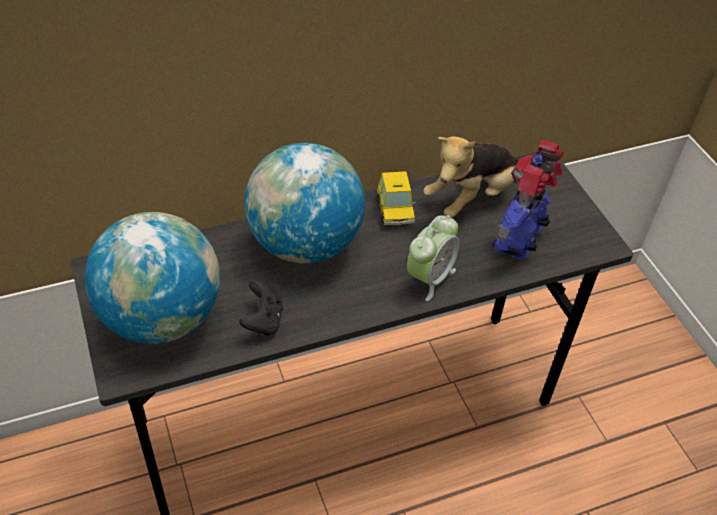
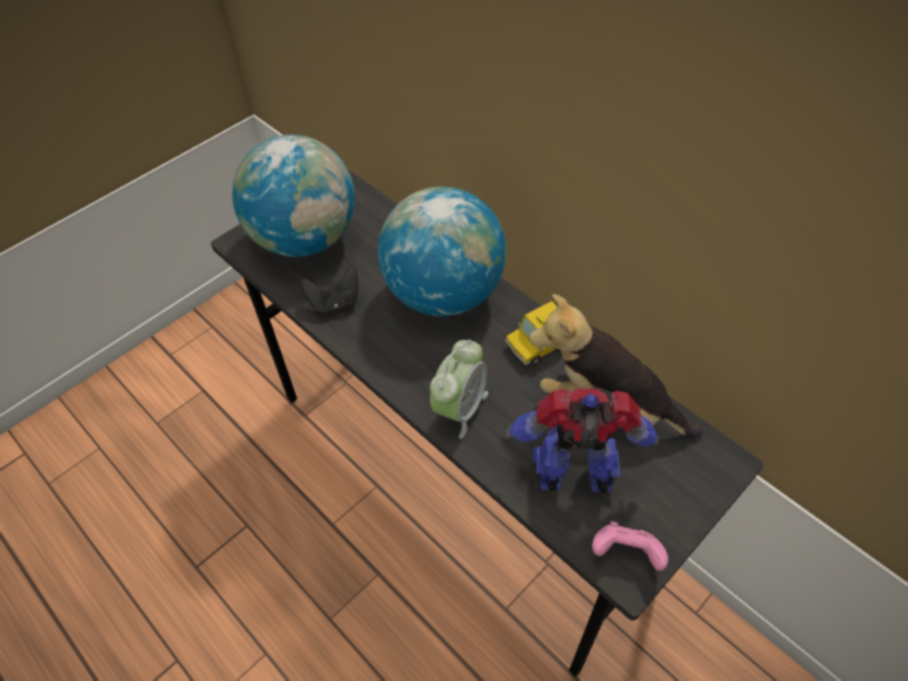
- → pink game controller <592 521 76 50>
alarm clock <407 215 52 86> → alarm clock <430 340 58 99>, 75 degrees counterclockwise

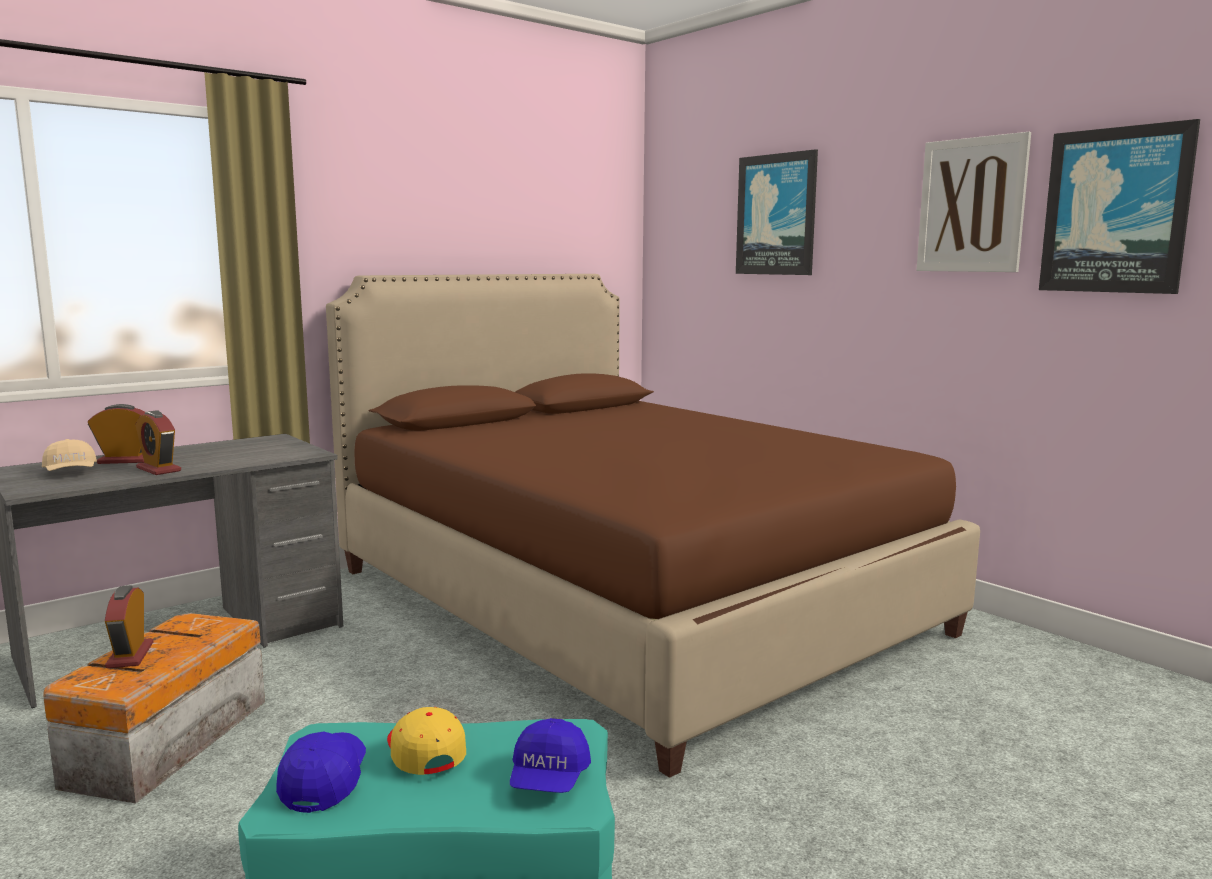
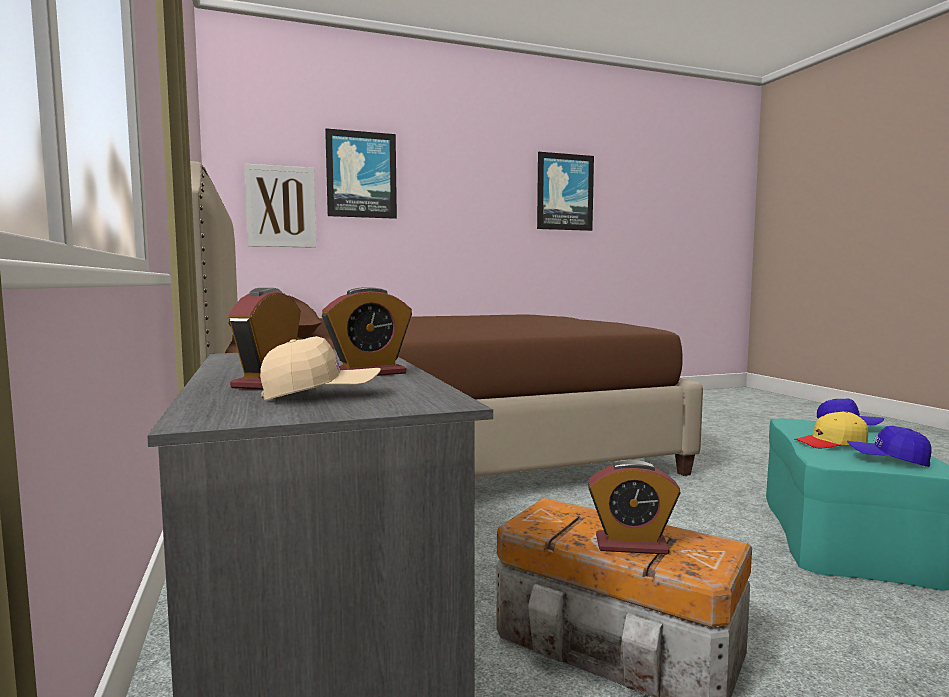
picture <917 132 114 140> → picture <244 164 72 84>, shifted

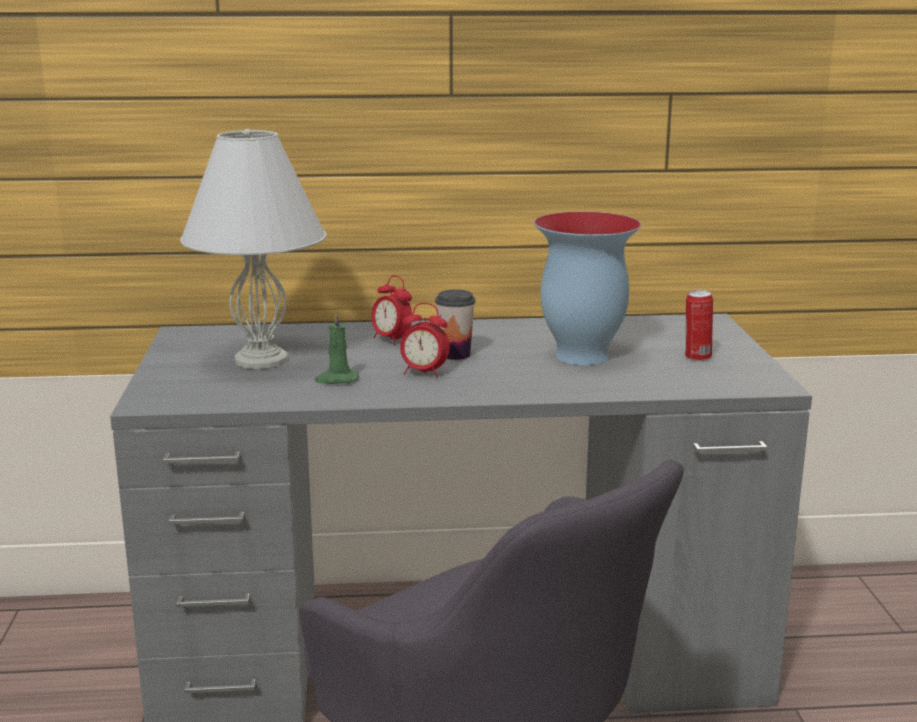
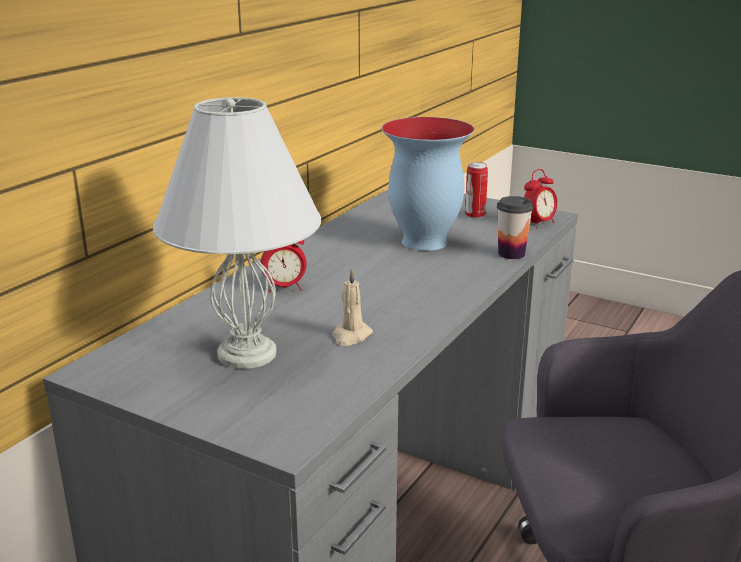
alarm clock <400 303 50 75> → alarm clock <524 169 33 59>, shifted
cup <435 290 41 70> → cup <497 196 36 63>, shifted
green candle <315 311 44 73> → beige candle <333 268 40 78>

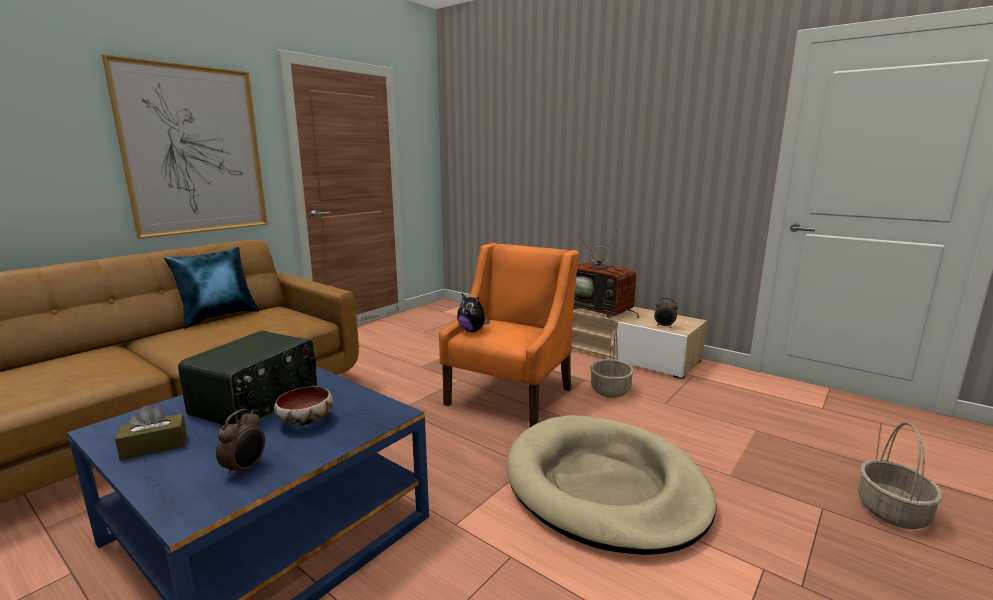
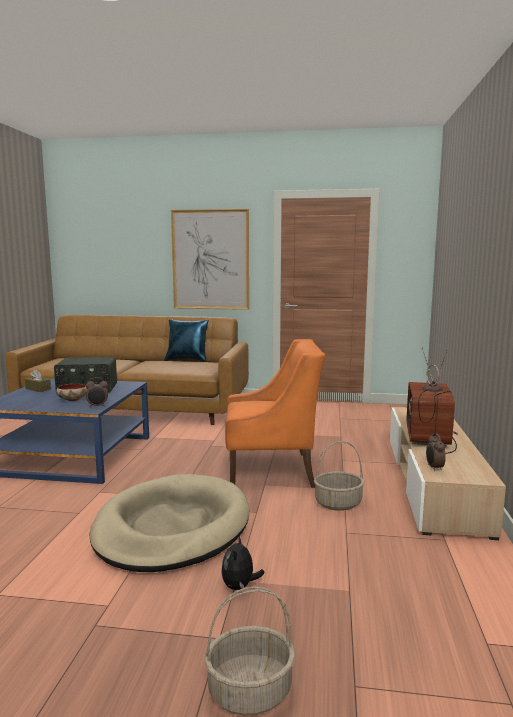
alarm clock <216 409 49 69> → alarm clock <86 377 22 30>, shifted
plush toy <457 293 33 39> → plush toy <221 536 44 55>, shifted

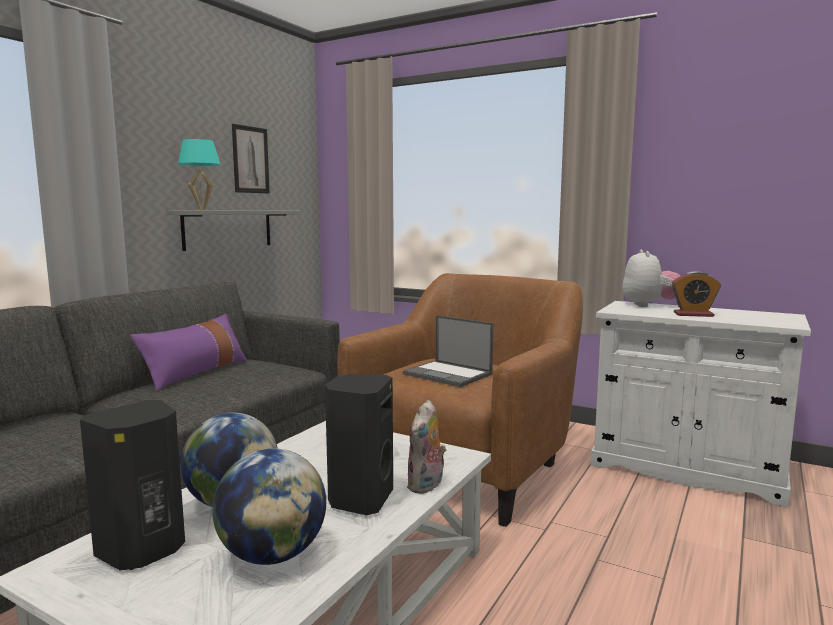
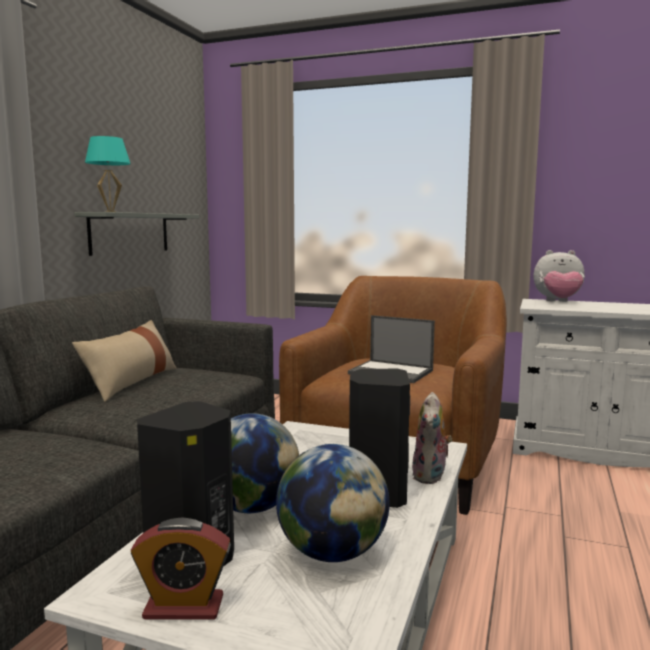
picture <232 124 38 69> → -
alarm clock <671 271 50 46> → alarm clock <131 518 100 102>, shifted
purple pillow <130 314 118 77> → beige pillow <72 320 105 82>
plush toy <622 250 59 57> → plush toy <534 250 51 52>, 105 degrees clockwise

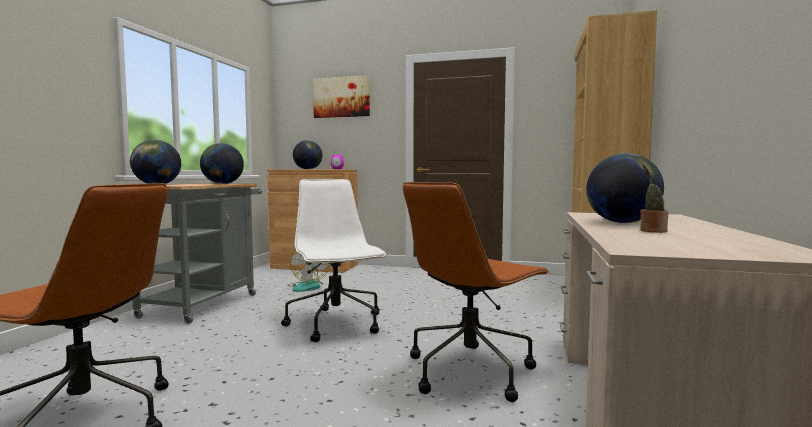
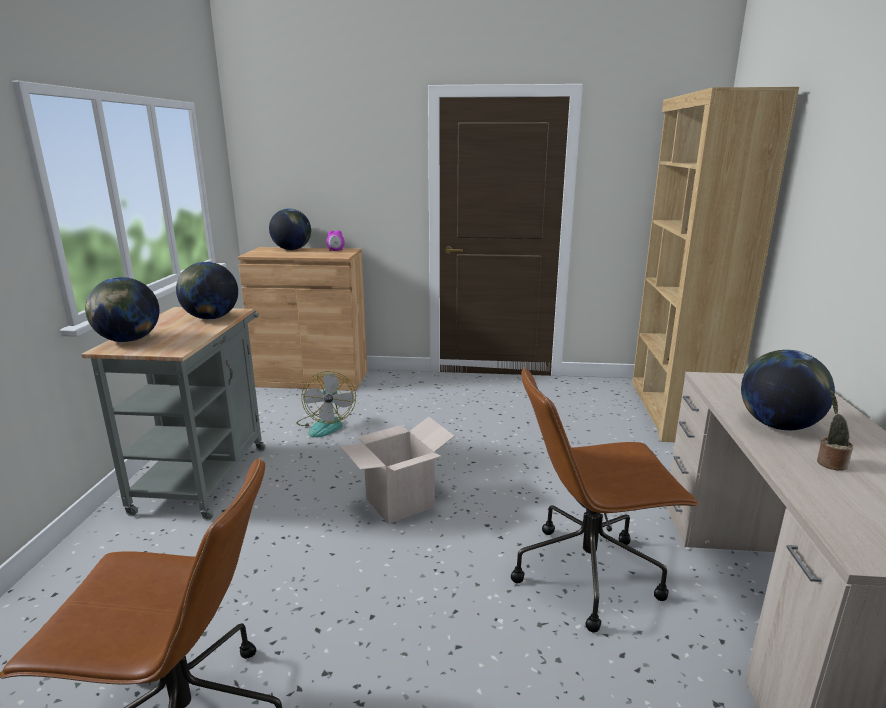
picture <313 75 57 43> → -
white office chair <281 179 106 163> → cardboard box <339 417 115 107>
brown office chair <403 182 146 220> → brown office chair <511 367 189 265>, 45 degrees clockwise

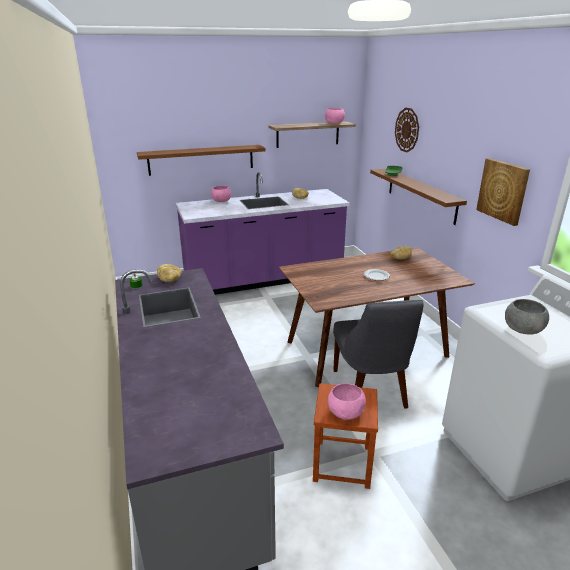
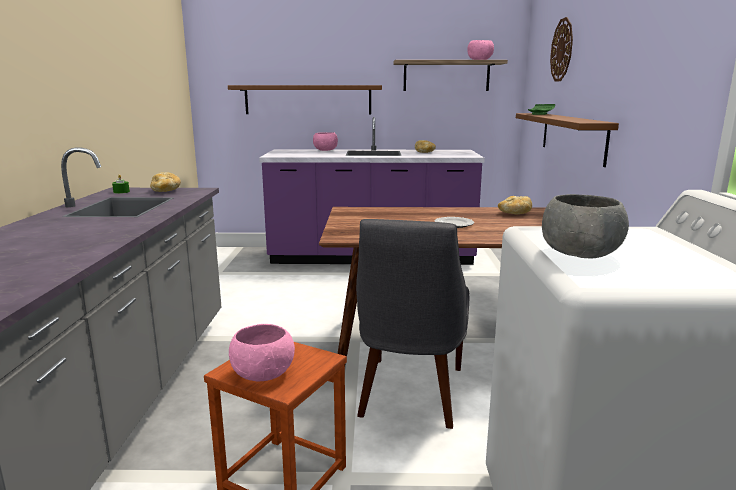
picture <476 158 54 68> → -

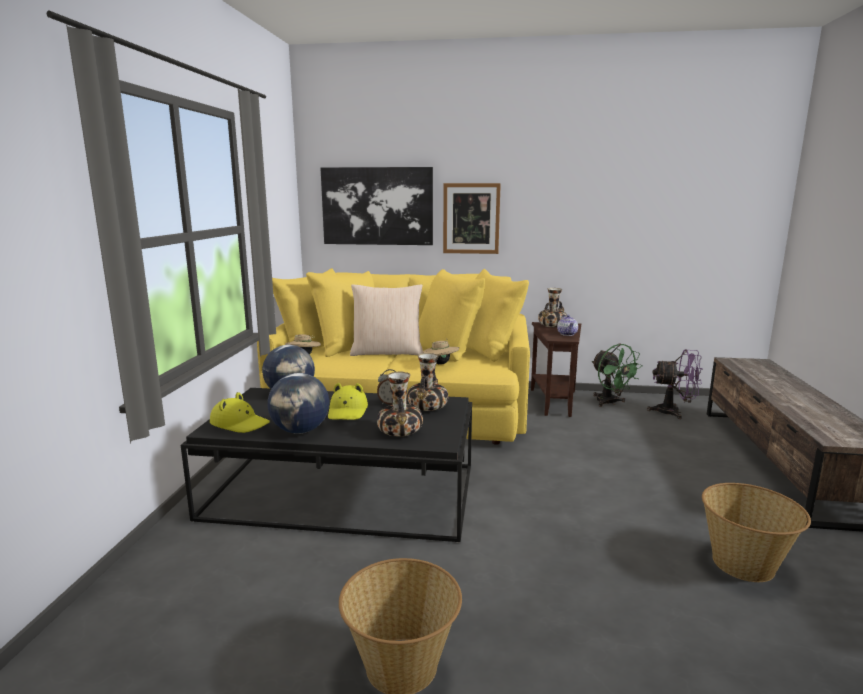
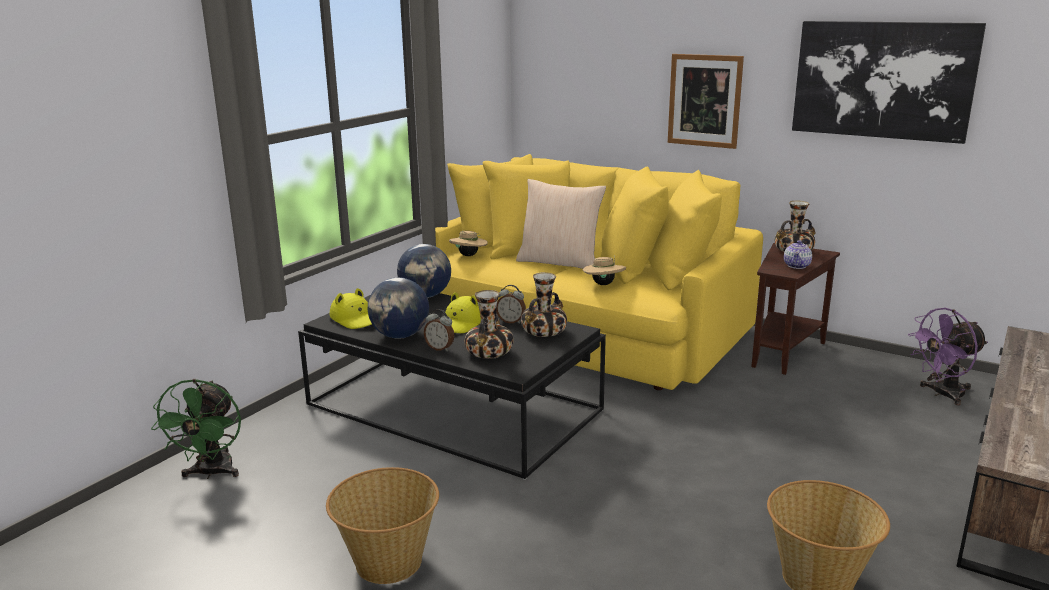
- → alarm clock <424 309 30 42>
picture <321 167 112 78> → picture <792 21 194 123>, shifted
green fan <592 344 51 63> → green fan <151 379 90 100>, shifted
purple fan <647 349 56 70> → purple fan <908 308 80 98>, 120 degrees clockwise

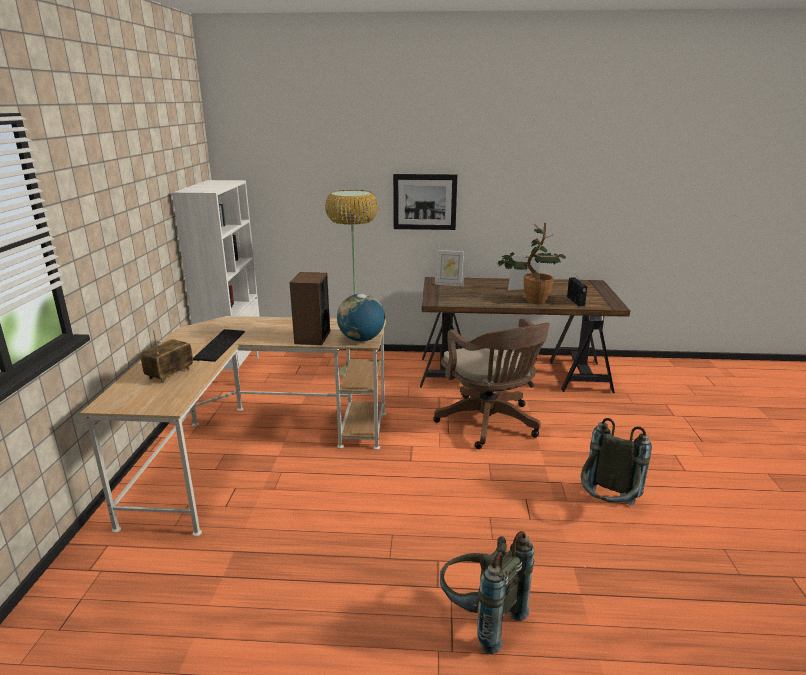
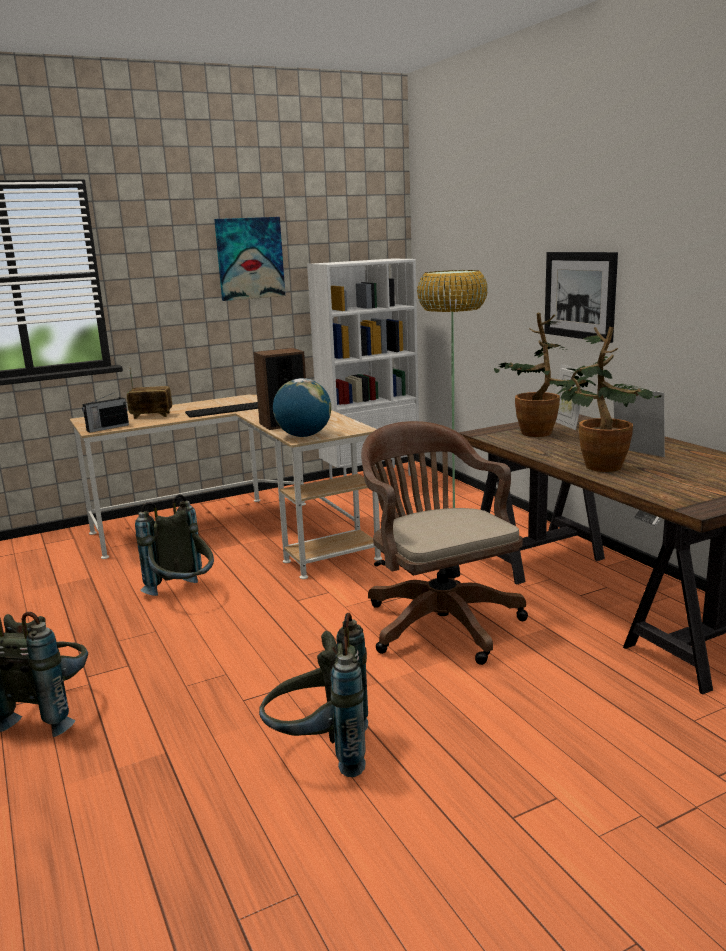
- → grey backpack <135 494 79 102>
- → picture <214 217 71 84>
- → potted plant <494 313 102 124>
radio <567 275 21 31> → radio <82 392 47 41>, shifted
brown office chair <433 318 117 131> → brown office chair <361 421 167 244>, 120 degrees clockwise

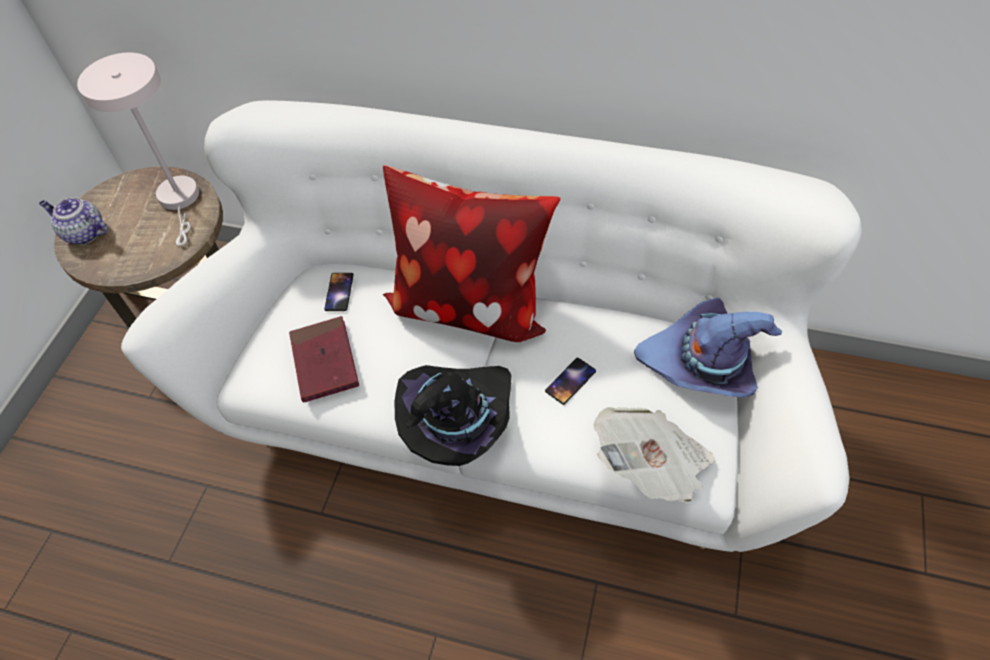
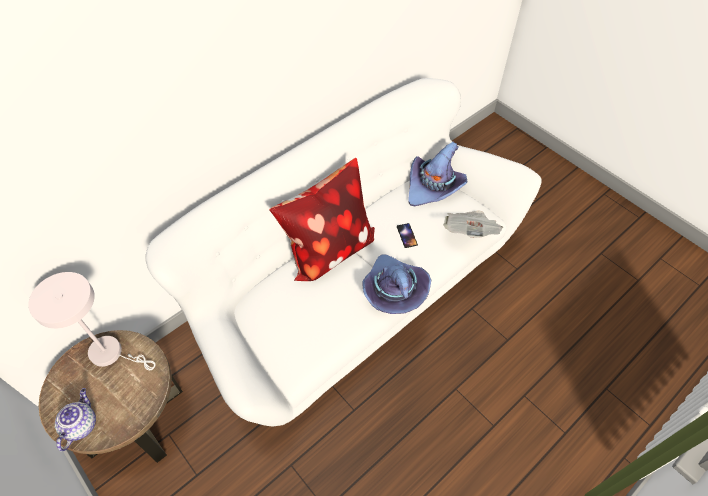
red book <289 316 70 87> → -
phone <324 273 30 38> → -
black hat <394 365 117 101> → purple hat <363 254 68 60>
teapot <39 197 69 48> → teapot <55 388 41 63>, 135 degrees clockwise

